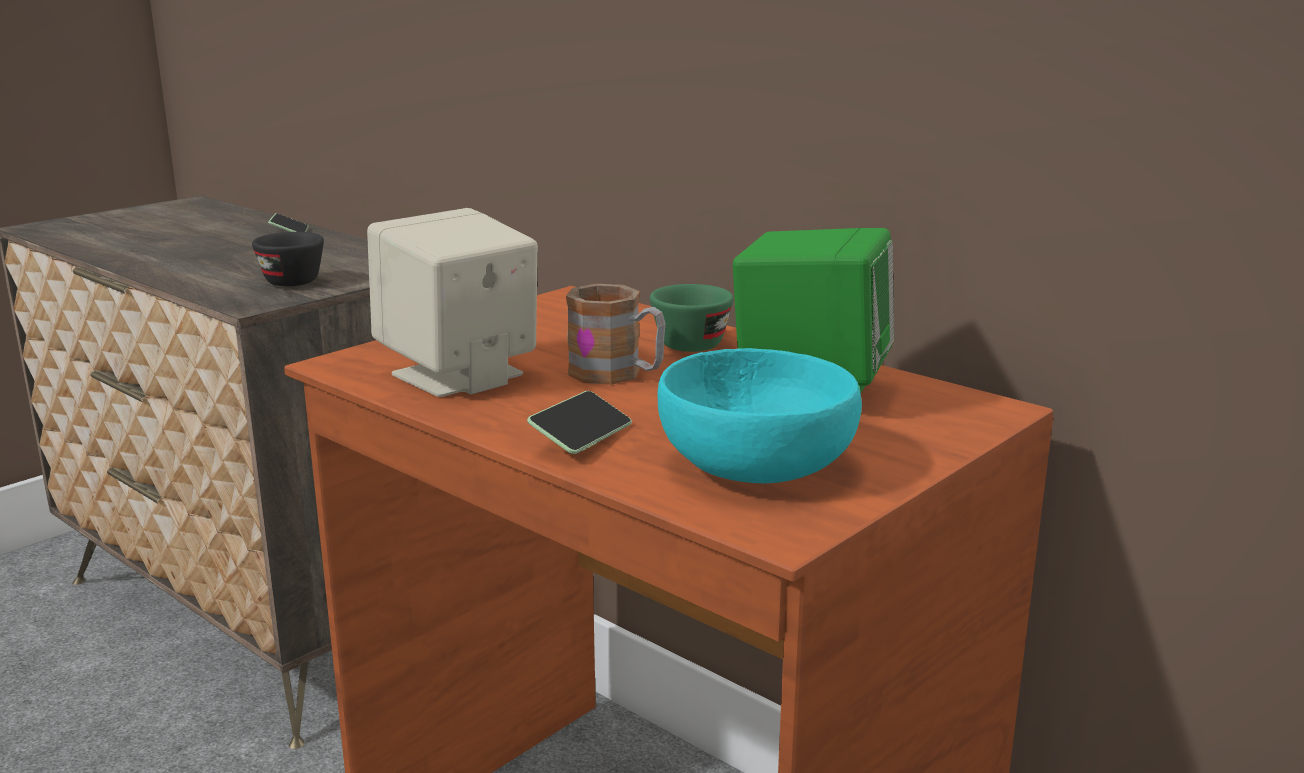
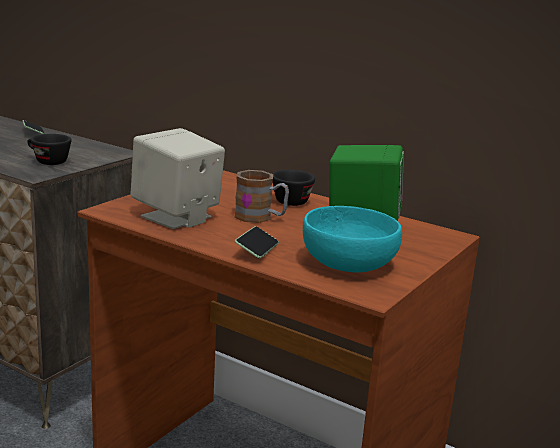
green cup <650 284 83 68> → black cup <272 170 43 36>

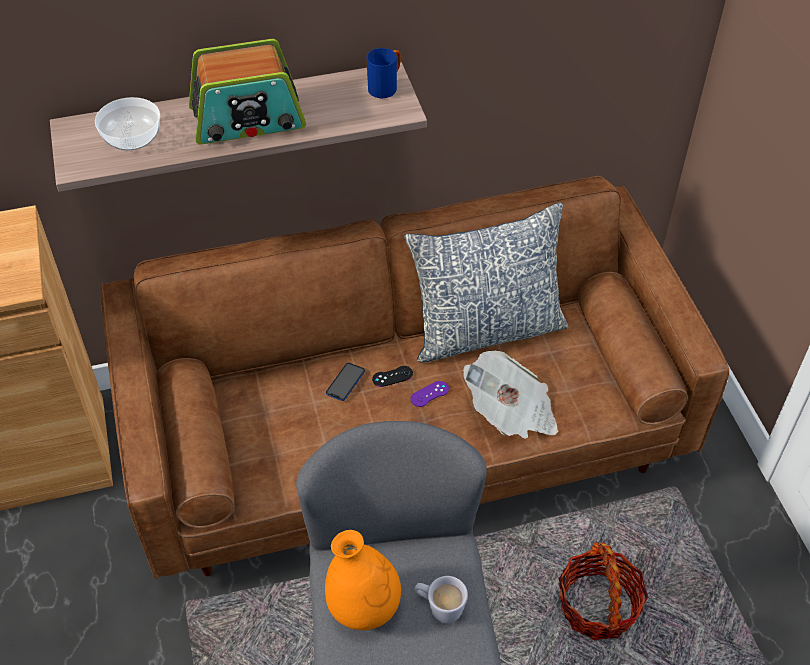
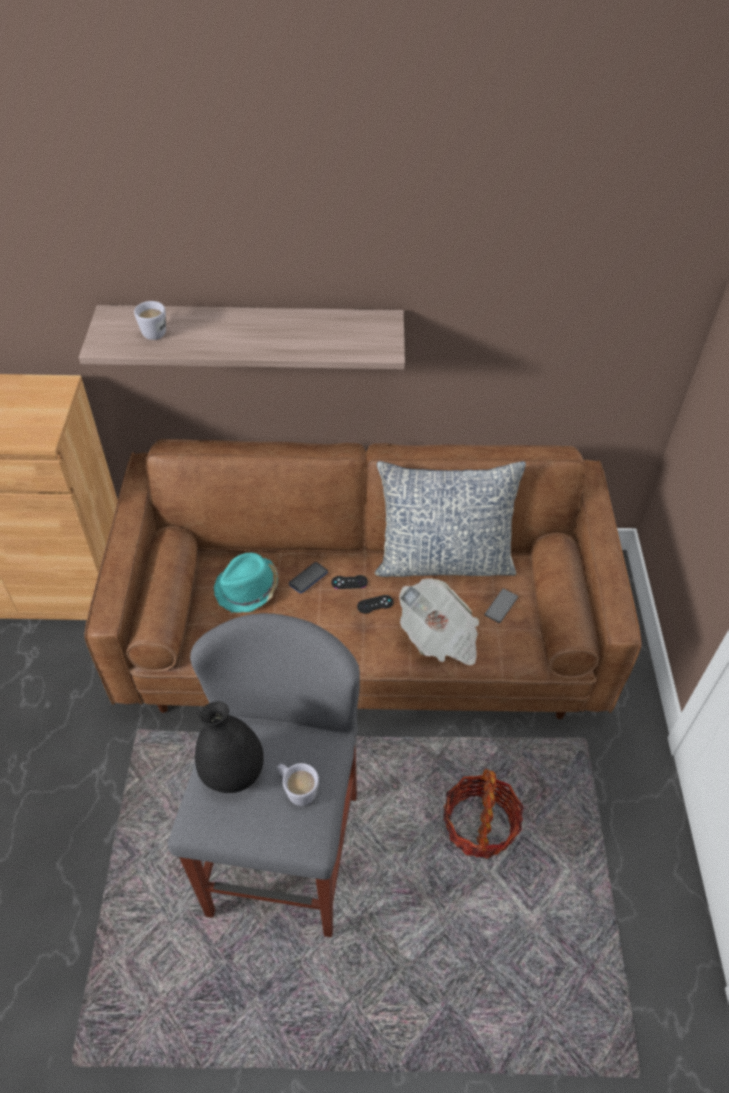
radio <189 39 117 106> → -
blue mug <367 48 34 51> → -
- → turquoise hat <214 553 64 60>
- → phone <484 588 34 35>
bowl <95 97 65 53> → white mug <134 301 32 39>
orange vase <325 530 76 100> → black vase <195 701 69 92>
purple game controller <411 381 38 26> → black game controller <357 595 37 19>

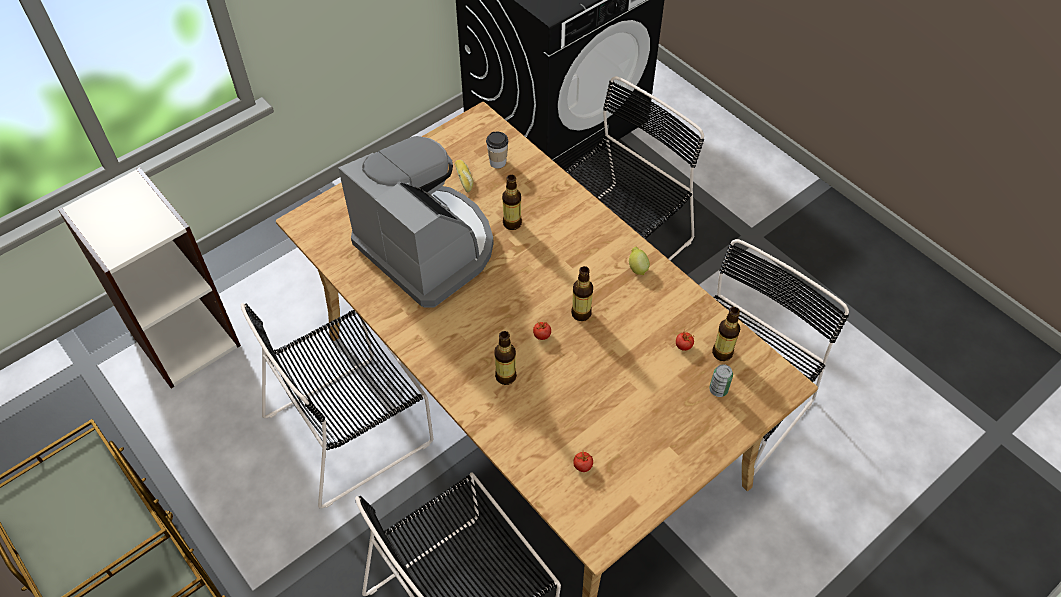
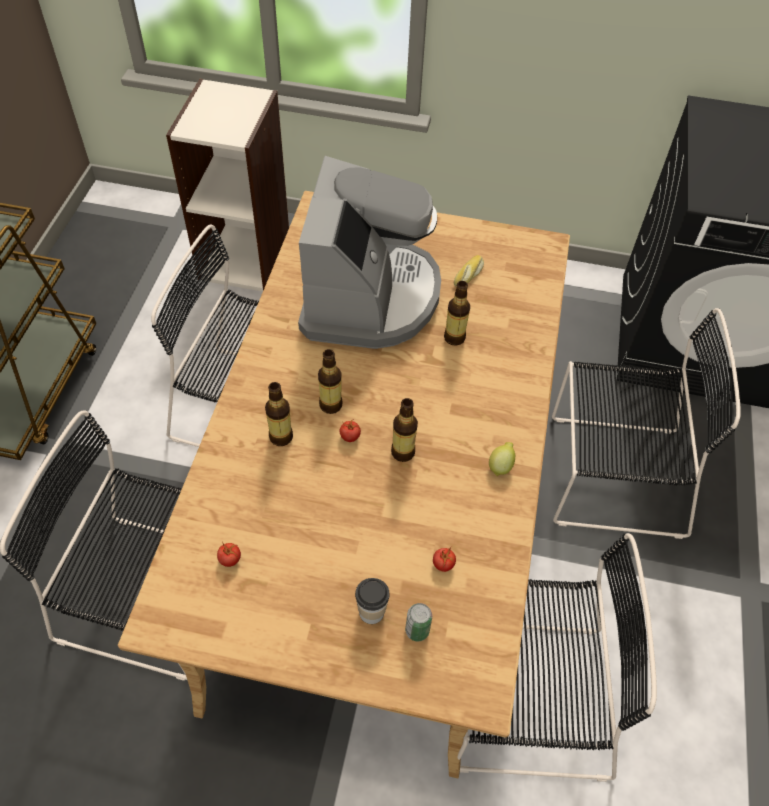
cup <486 132 22 37> → cup <355 578 35 46>, shifted
bottle <712 307 28 54> → bottle <318 349 25 65>, shifted

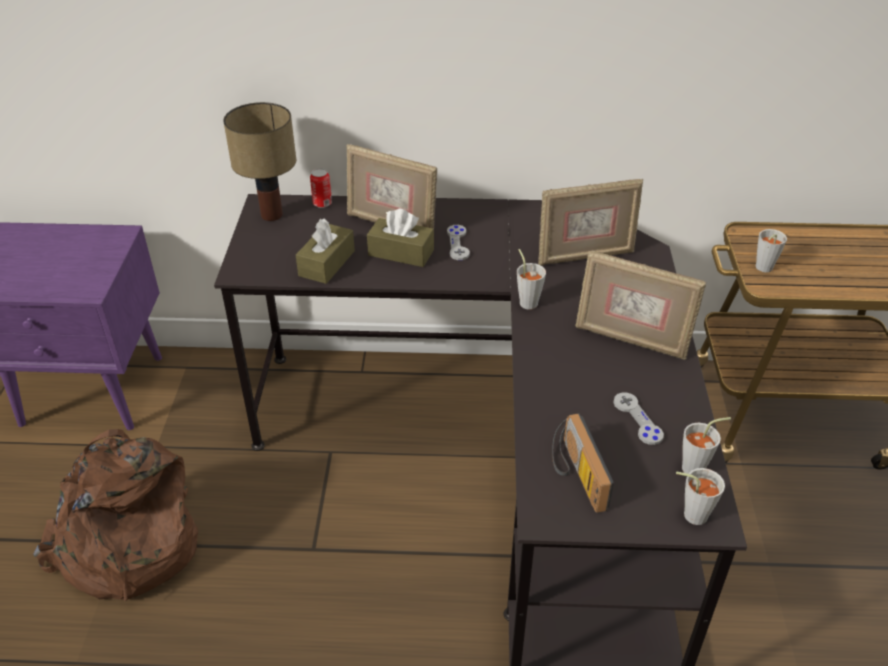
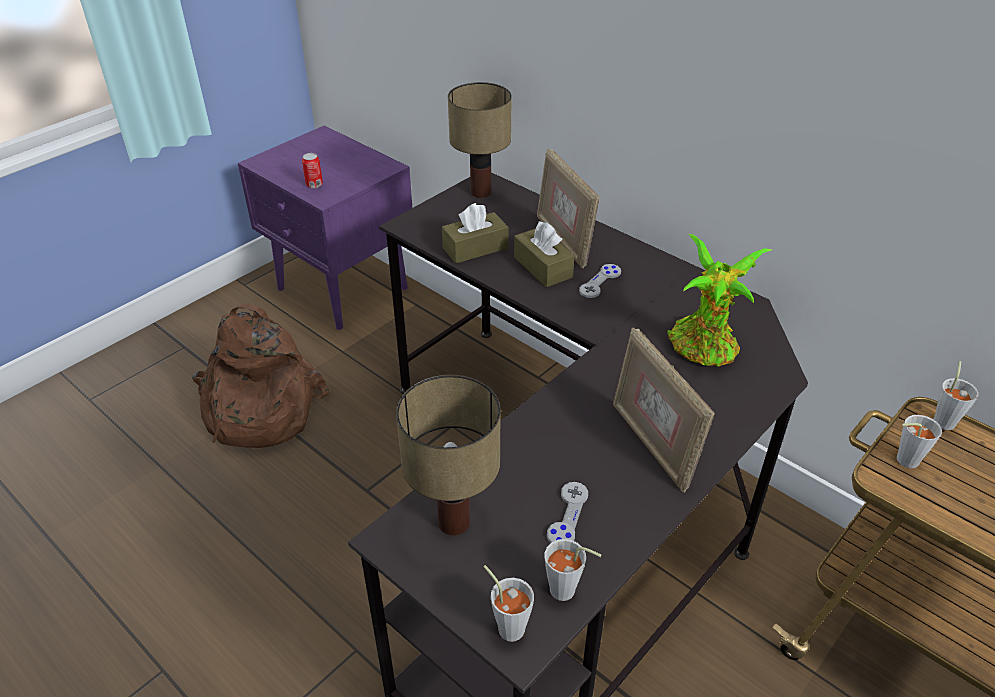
can <310 168 22 40> → can <302 153 21 35>, shifted
grey cup <517 249 29 61> → grey cup <933 361 46 69>, shifted
picture frame <538 179 105 87> → potted plant <667 234 105 133>
radio <552 413 62 100> → table lamp <396 375 105 160>

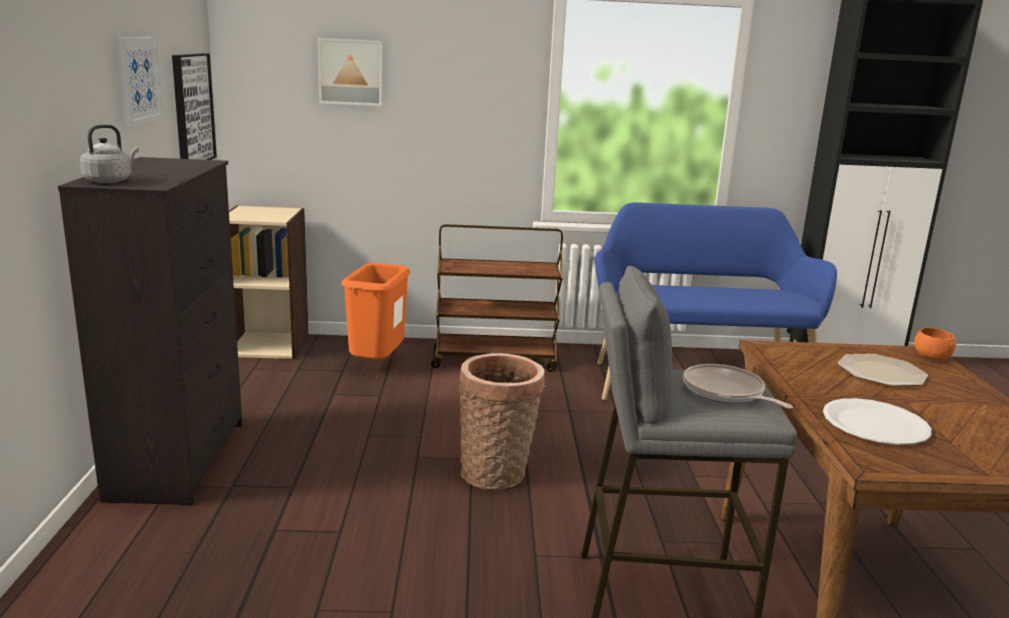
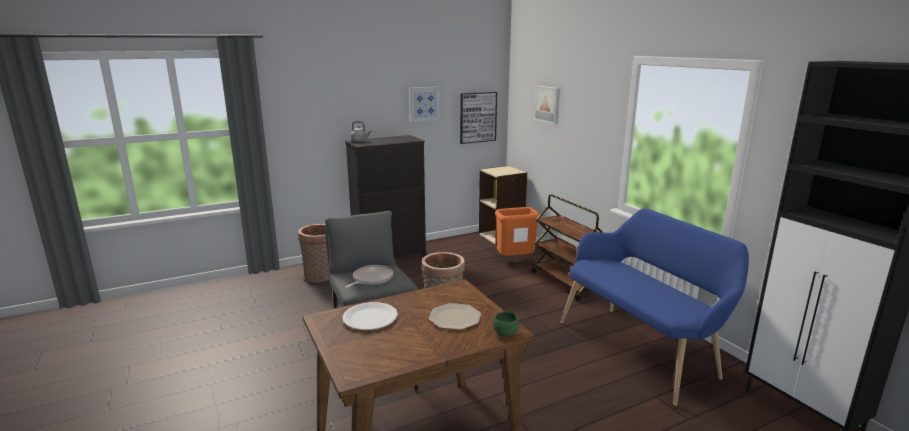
- → basket <298 224 32 59>
orange bowl <914 327 42 33> → green bowl <493 312 26 24>

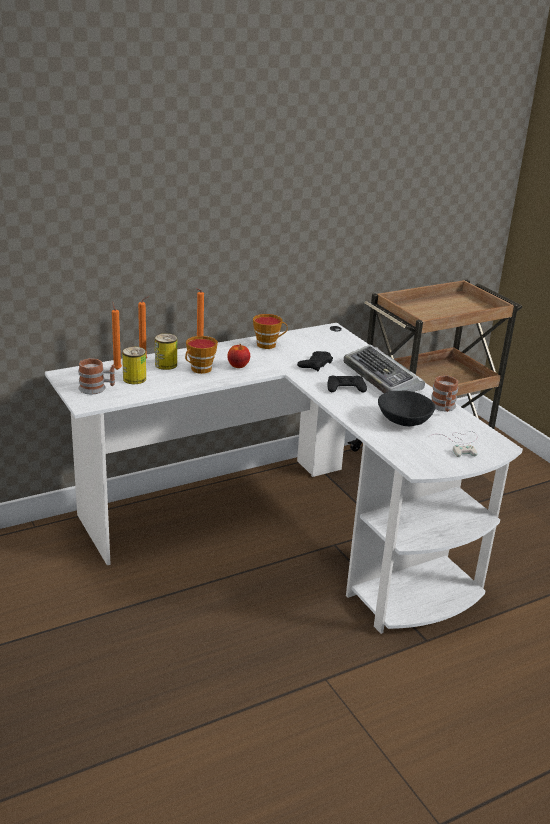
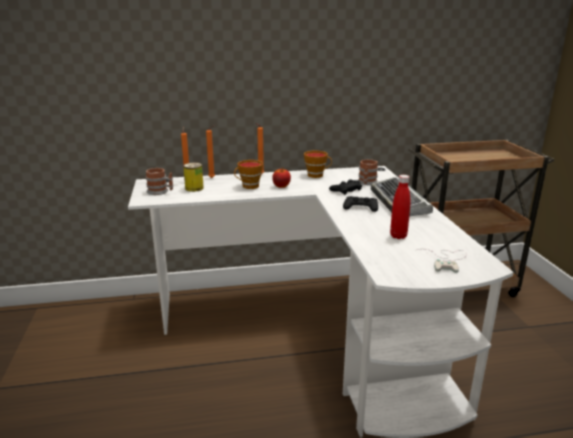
can <155 333 22 37> → -
mug <431 375 27 37> → mug <358 159 20 26>, shifted
black bowl <378 391 57 35> → red bottle <390 175 20 64>

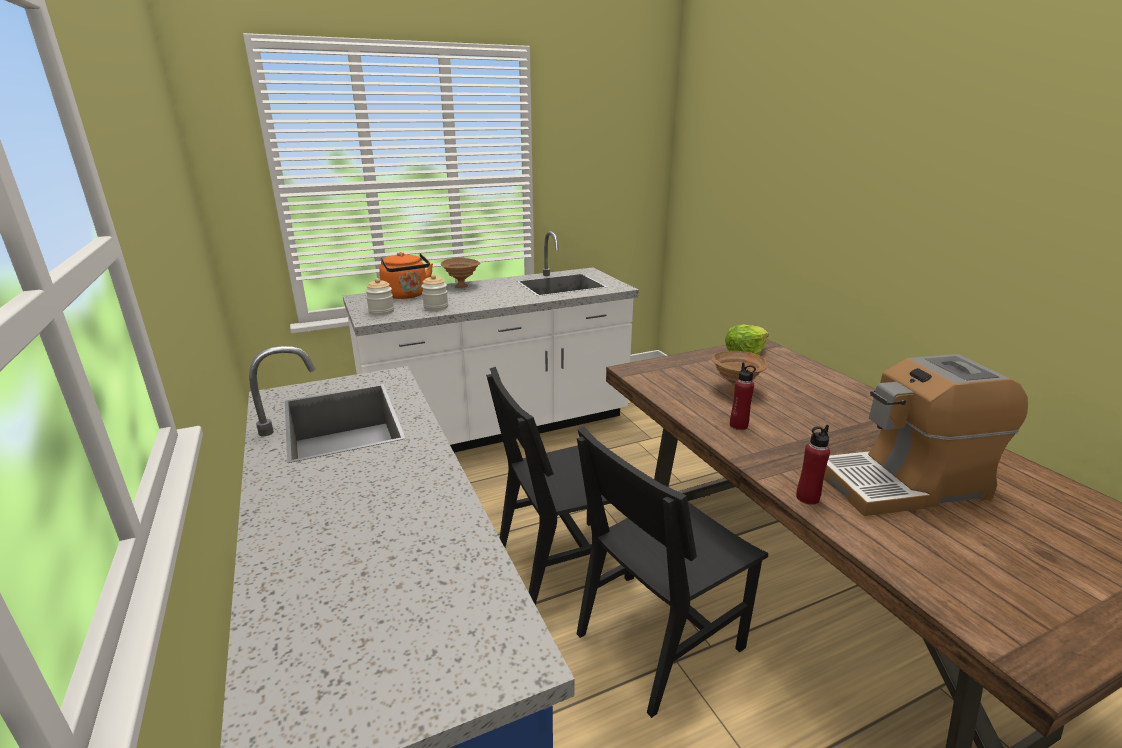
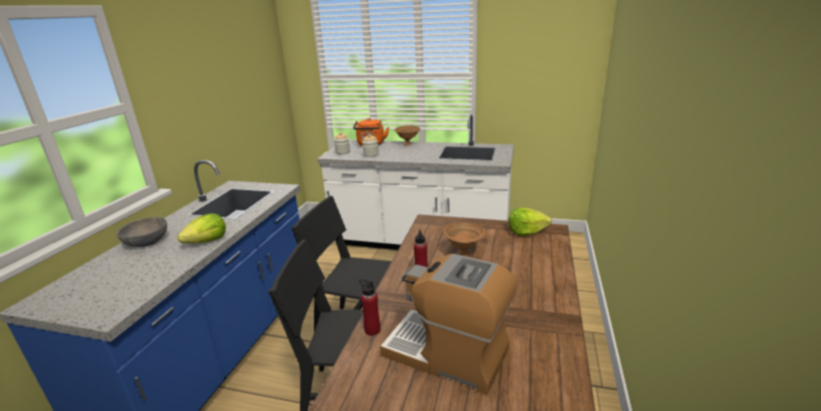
- → grey bowl <117 217 50 30>
- → lettuce <177 214 49 29>

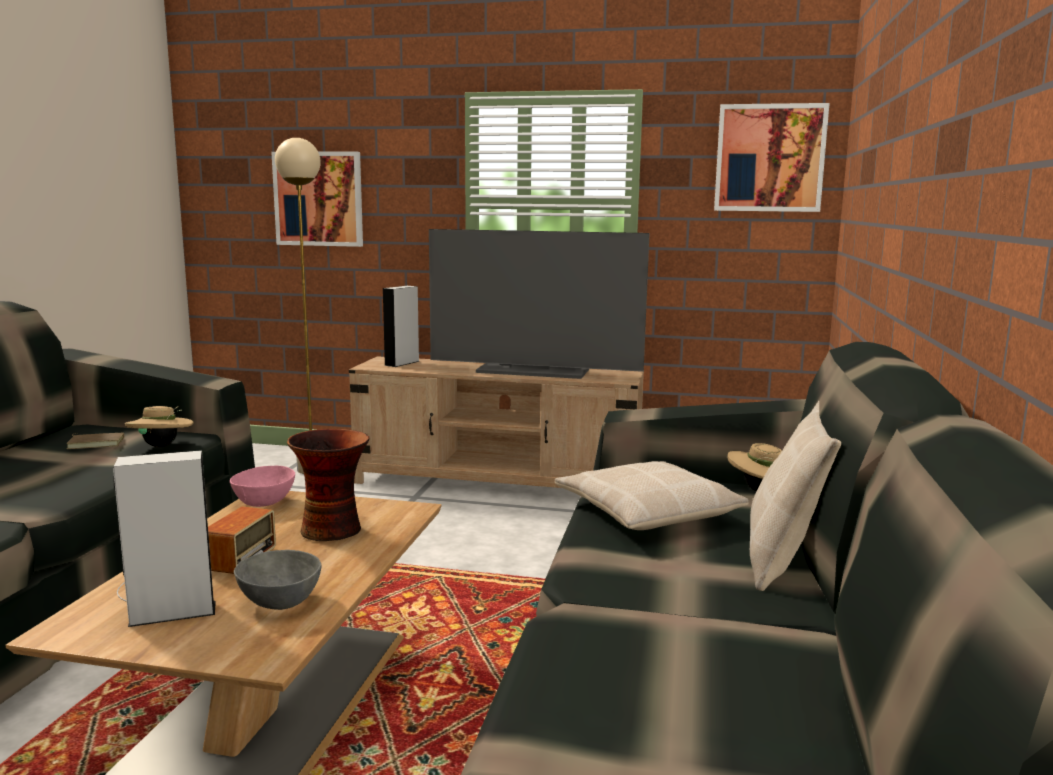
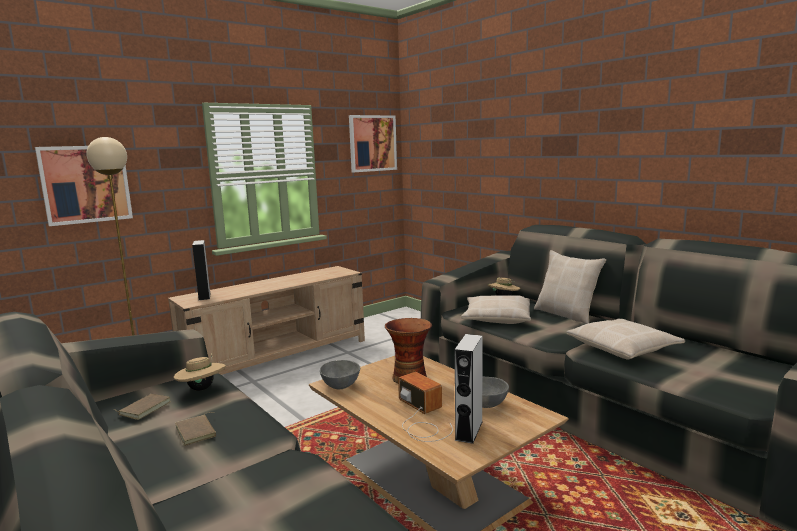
television <429 229 221 150> → -
- → brown book <175 413 41 33>
- → beige pillow <567 319 118 40>
pink bowl <230 466 65 41> → grey bowl <320 360 40 29>

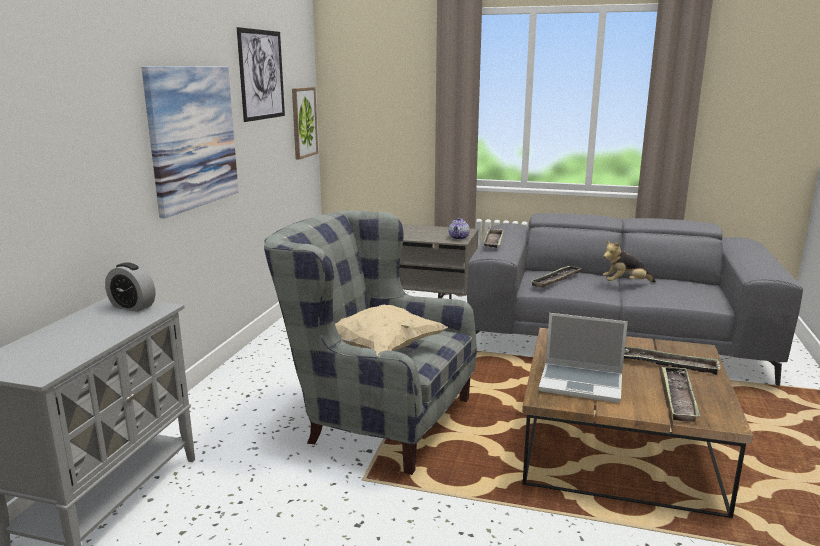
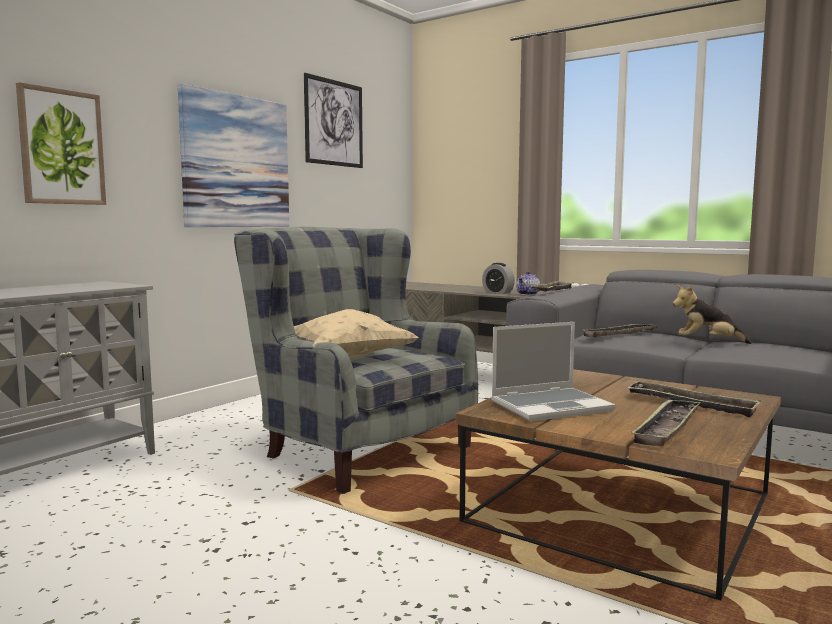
alarm clock <105 262 50 50> → alarm clock <482 263 33 31>, shifted
picture <292 87 26 72> → picture <16 82 90 123>, shifted
laptop <539 313 89 90> → laptop <491 322 124 100>, 60 degrees counterclockwise

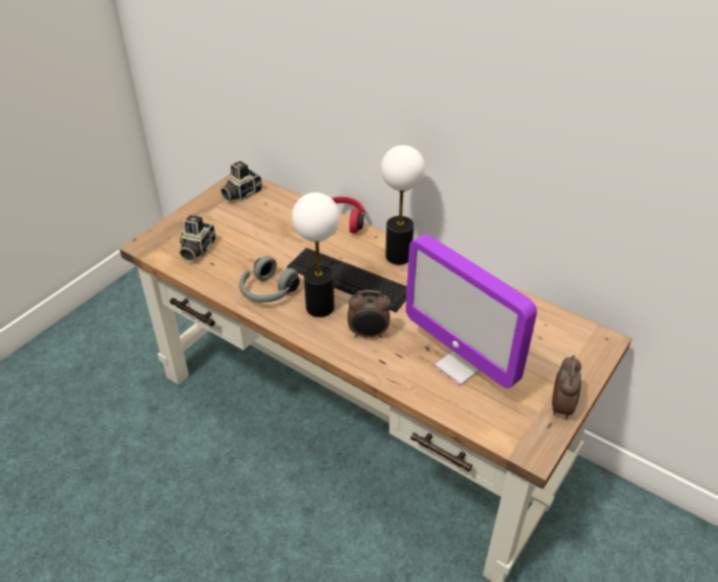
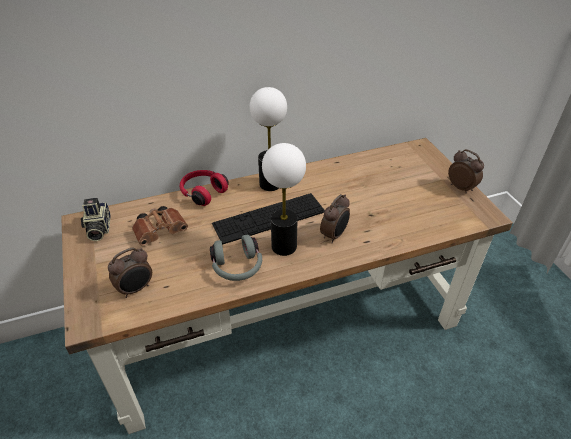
monitor <406 234 131 154> → -
- → brown binoculars <132 206 56 40>
photo camera <179 215 37 47> → alarm clock <108 247 44 51>

